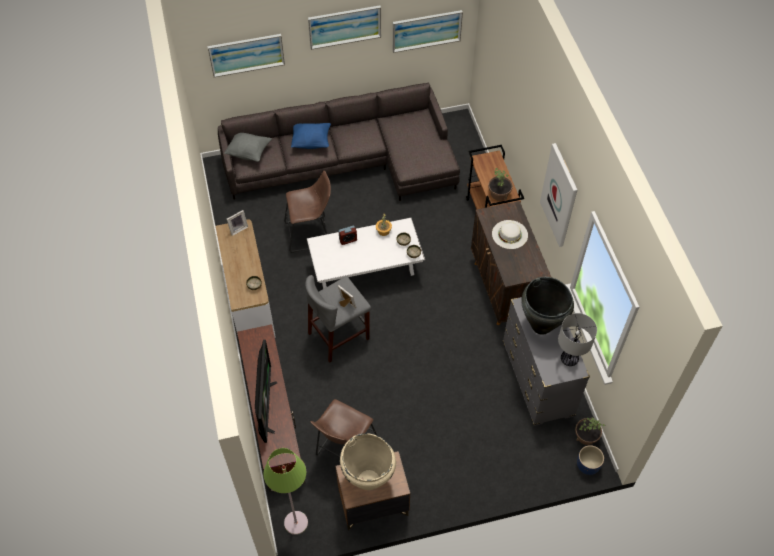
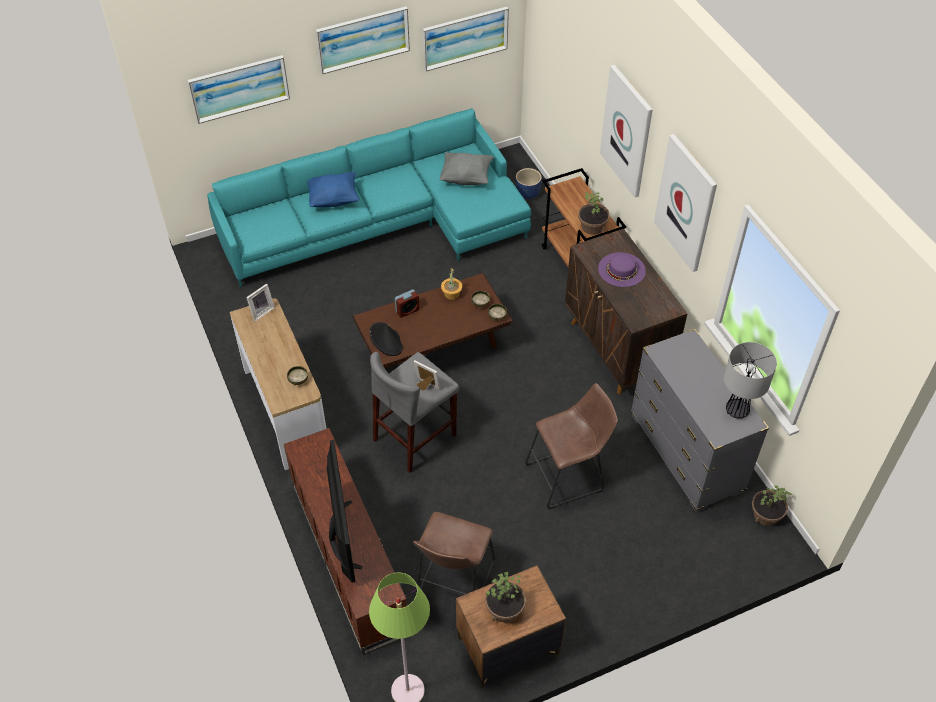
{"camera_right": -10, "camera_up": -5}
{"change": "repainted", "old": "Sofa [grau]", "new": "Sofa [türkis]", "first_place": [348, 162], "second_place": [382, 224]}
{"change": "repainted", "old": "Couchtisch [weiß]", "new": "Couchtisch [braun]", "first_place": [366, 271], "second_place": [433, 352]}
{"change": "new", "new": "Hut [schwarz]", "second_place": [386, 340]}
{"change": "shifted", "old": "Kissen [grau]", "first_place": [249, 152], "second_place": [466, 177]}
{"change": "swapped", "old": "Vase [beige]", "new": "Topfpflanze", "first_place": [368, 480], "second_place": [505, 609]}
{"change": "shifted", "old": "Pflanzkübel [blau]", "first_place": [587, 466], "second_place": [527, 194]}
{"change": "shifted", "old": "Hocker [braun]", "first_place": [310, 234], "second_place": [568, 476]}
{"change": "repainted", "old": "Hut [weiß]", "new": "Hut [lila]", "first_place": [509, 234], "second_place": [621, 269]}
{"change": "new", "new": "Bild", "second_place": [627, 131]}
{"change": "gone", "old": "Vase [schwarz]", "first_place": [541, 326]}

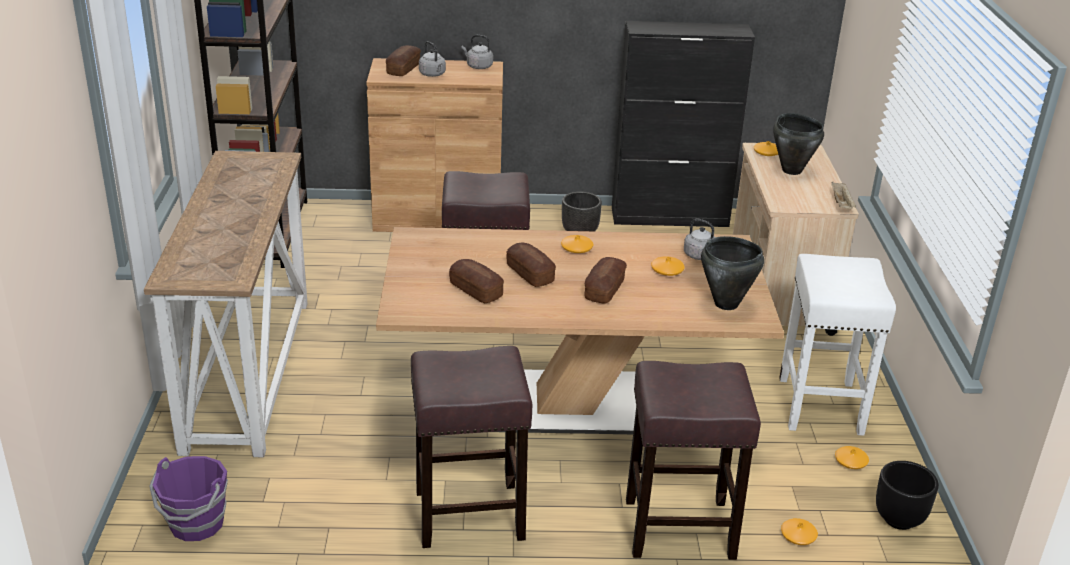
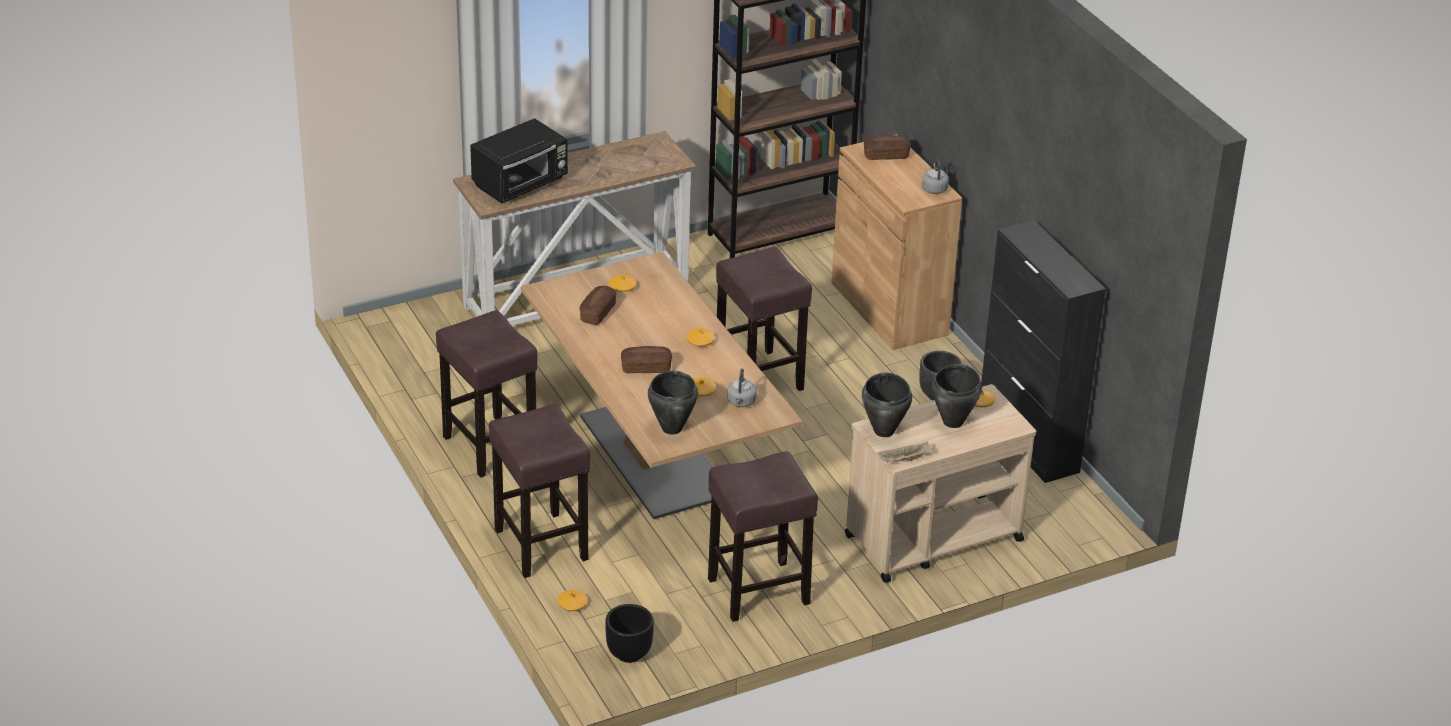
{"camera_right": 65, "camera_up": 5}
{"change": "new", "new": "Mikrowelle [schwarz]", "second_place": [521, 184]}
{"change": "shifted", "old": "Vase [orange]", "first_place": [850, 461], "second_place": [622, 287]}
{"change": "repainted", "old": "Hocker [weiß]", "new": "Hocker [braun]", "first_place": [821, 407], "second_place": [757, 592]}
{"change": "new", "new": "Kochtopf [schwarz]", "second_place": [884, 431]}
{"change": "gone", "old": "Eimer [lila]", "first_place": [196, 524]}
{"change": "gone", "old": "Wasserkessel [grau]", "first_place": [433, 74]}
{"change": "gone", "old": "Brot", "first_place": [530, 274]}

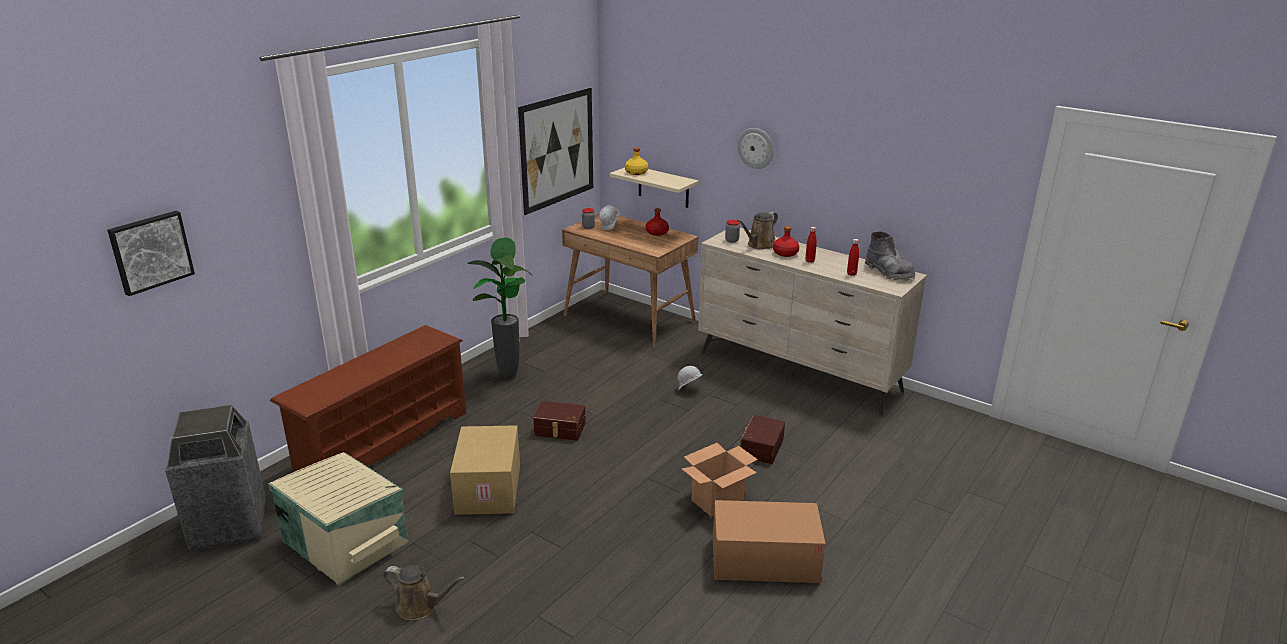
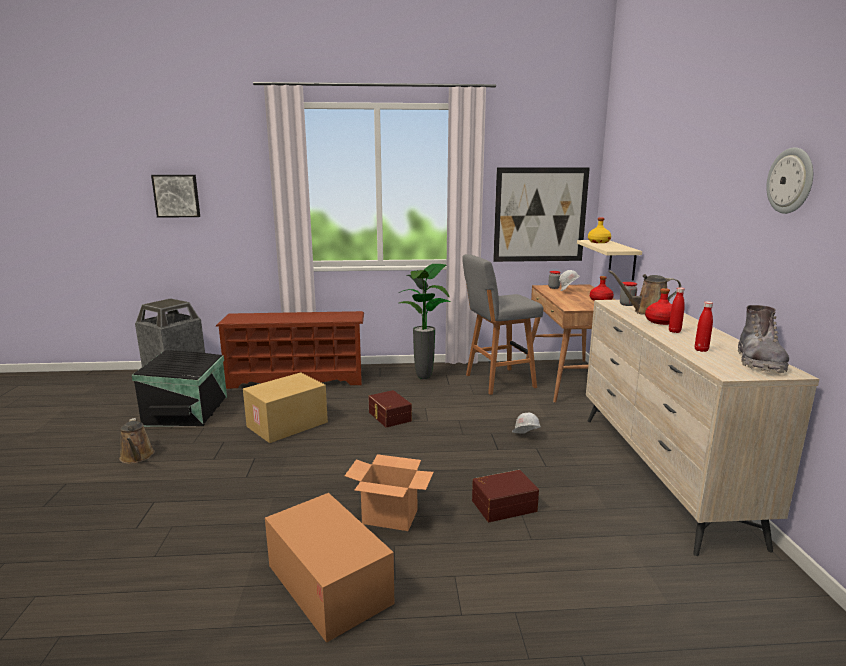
{"camera_right": 50, "camera_up": -10}
{"change": "repainted", "old": "Aufbewahrungsbox [beige]", "new": "Aufbewahrungsbox [schwarz]", "first_place": [346, 540], "second_place": [188, 410]}
{"change": "new", "new": "Hocker [grau]", "second_place": [497, 381]}
{"change": "shifted", "old": "Wanduhr", "first_place": [756, 148], "second_place": [791, 181]}

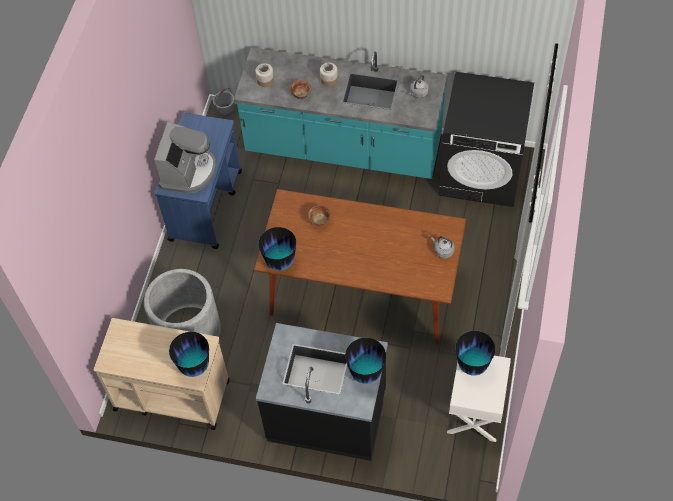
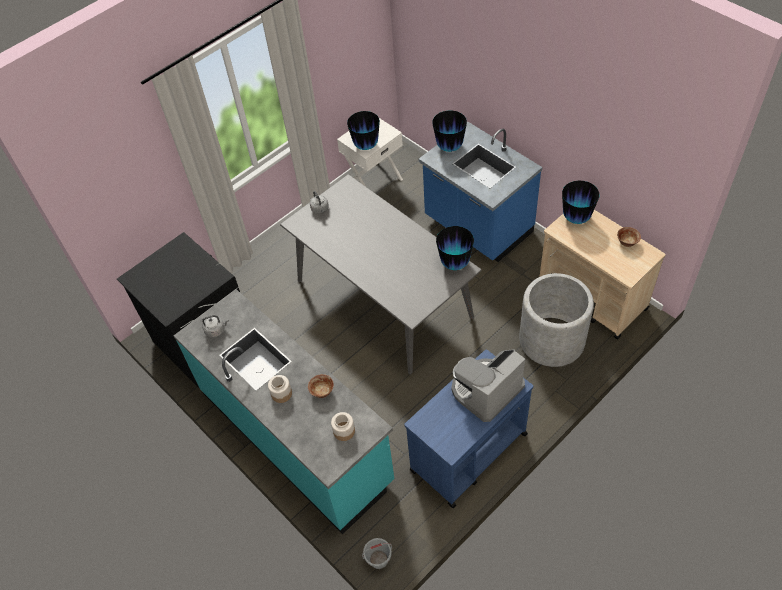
{"camera_right": -145, "camera_up": -5}
{"change": "repainted", "old": "Esstisch [braun]", "new": "Esstisch [grau]", "first_place": [363, 289], "second_place": [383, 298]}
{"change": "repainted", "old": "Küchenzeile [schwarz]", "new": "Küchenzeile [blau]", "first_place": [327, 415], "second_place": [477, 227]}
{"change": "shifted", "old": "Schüssel", "first_place": [319, 221], "second_place": [627, 242]}

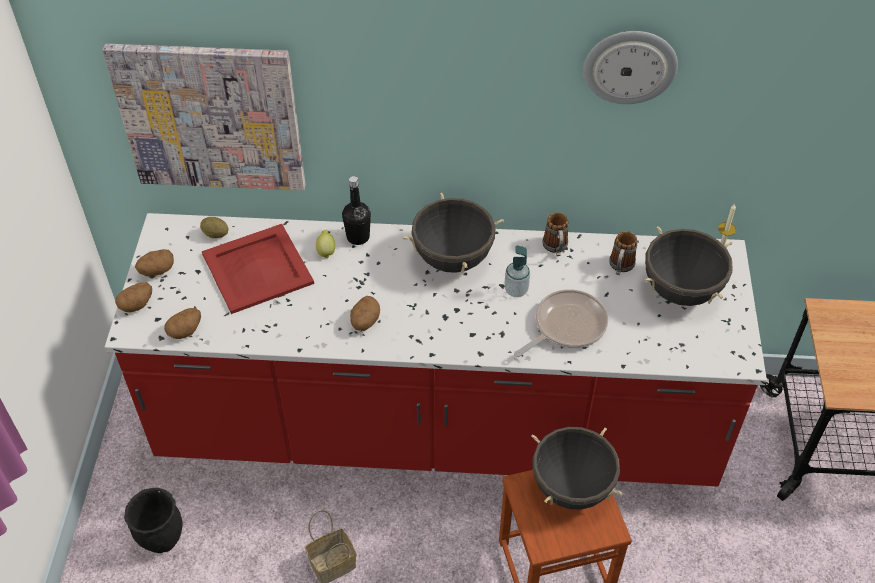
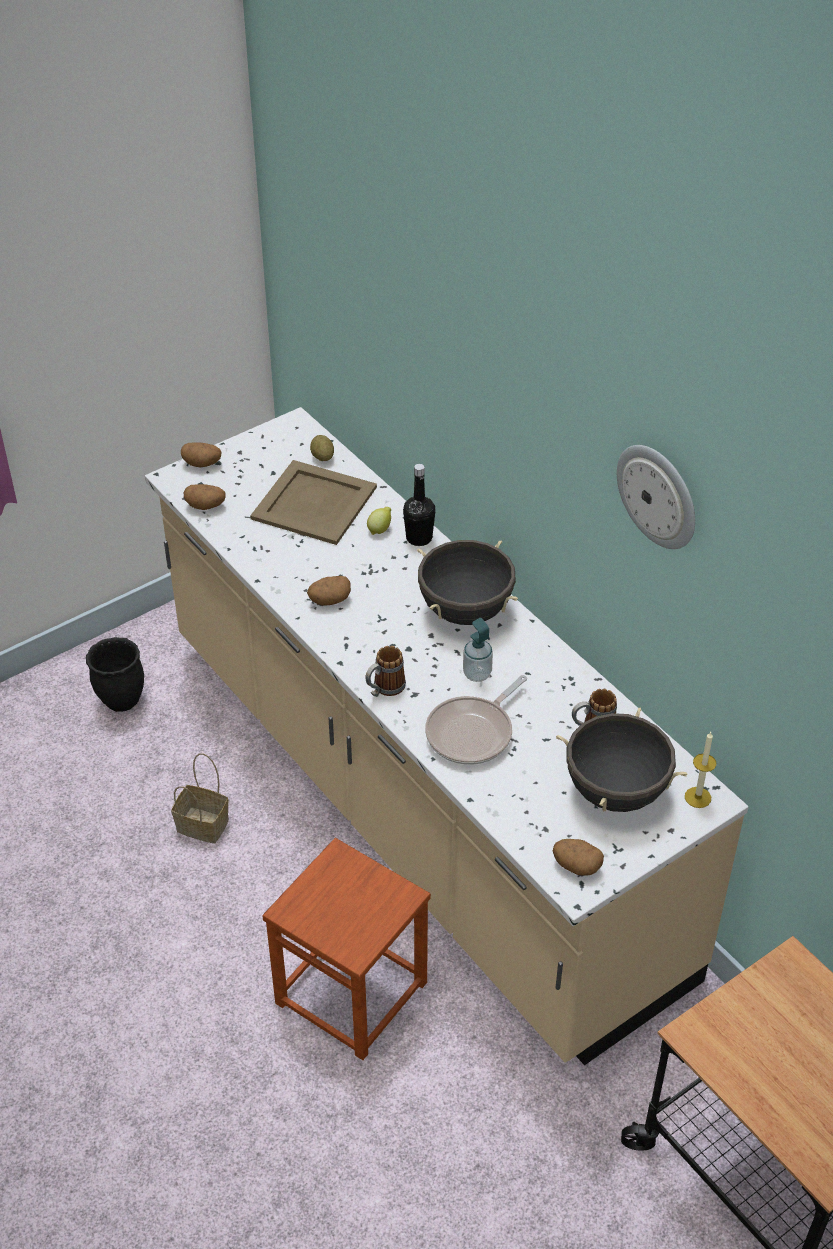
{"camera_right": 50, "camera_up": -5}
{"change": "repainted", "old": "Küchenzeile [rot]", "new": "Küchenzeile [beige]", "first_place": [437, 427], "second_place": [416, 804]}
{"change": "repainted", "old": "Tablett [rot]", "new": "Tablett [beige]", "first_place": [257, 269], "second_place": [313, 503]}
{"change": "shifted", "old": "Henkelbecher", "first_place": [556, 248], "second_place": [384, 689]}
{"change": "rotated", "old": "Pfanne", "first_place": [566, 326], "second_place": [473, 733], "degrees": 120}
{"change": "shifted", "old": "Kartoffel", "first_place": [157, 271], "second_place": [576, 866]}
{"change": "gone", "old": "Bild", "first_place": [211, 117]}
{"change": "gone", "old": "Kochtopf [schwarz]", "first_place": [571, 487]}

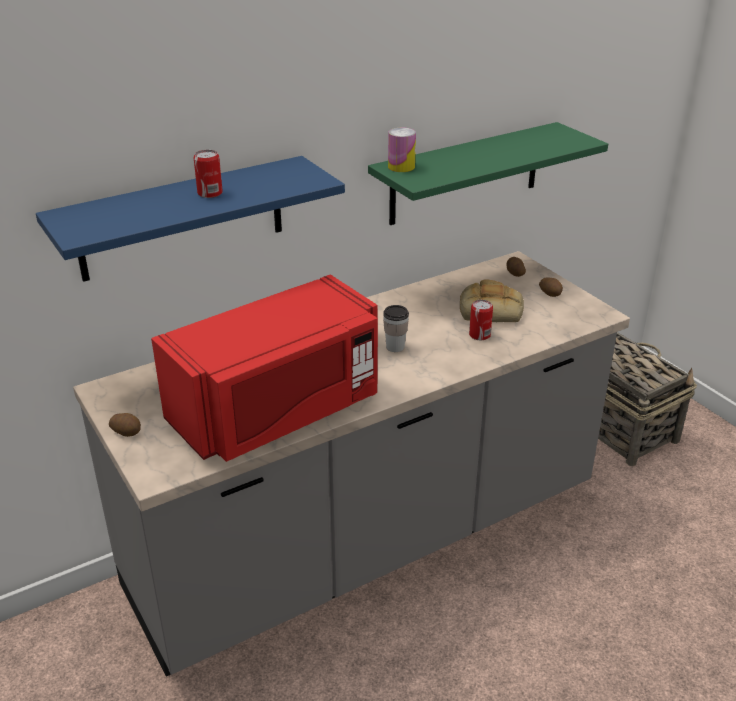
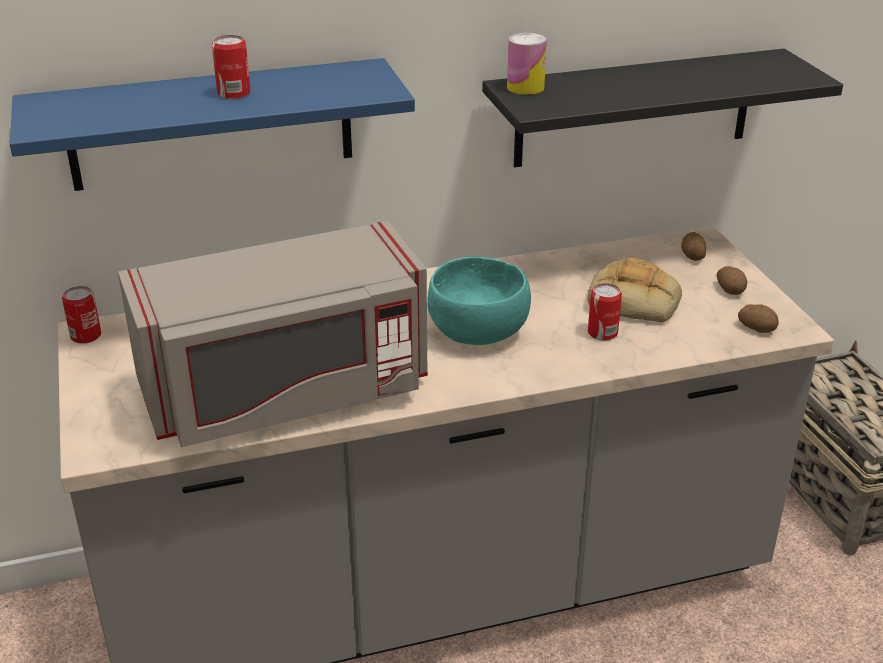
{"camera_right": 15, "camera_up": 0}
{"change": "new", "new": "Dose", "second_place": [86, 336]}
{"change": "repainted", "old": "Mikrowelle [rot]", "new": "Mikrowelle [grau]", "first_place": [278, 410], "second_place": [286, 392]}
{"change": "swapped", "old": "Tasse", "new": "Schüssel [türkis]", "first_place": [395, 347], "second_place": [479, 332]}
{"change": "repainted", "old": "Wandregal [grün]", "new": "Wandregal [schwarz]", "first_place": [465, 174], "second_place": [634, 108]}
{"change": "shifted", "old": "Kartoffel", "first_place": [127, 432], "second_place": [757, 328]}

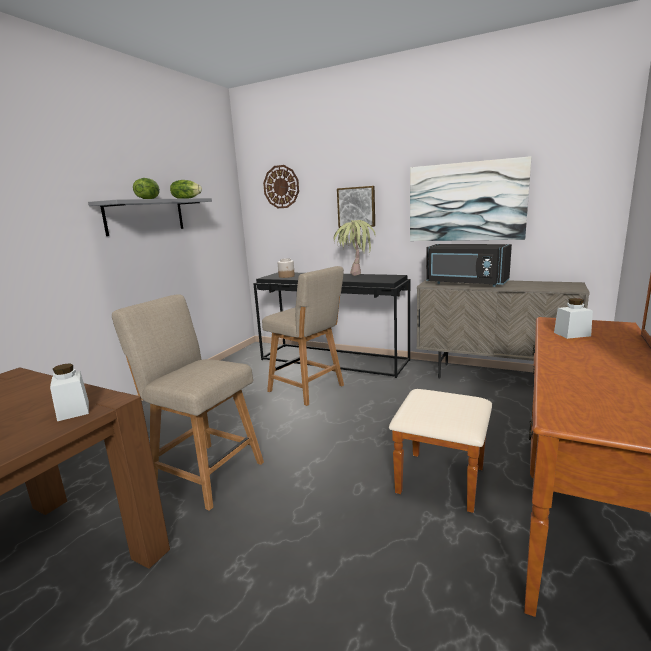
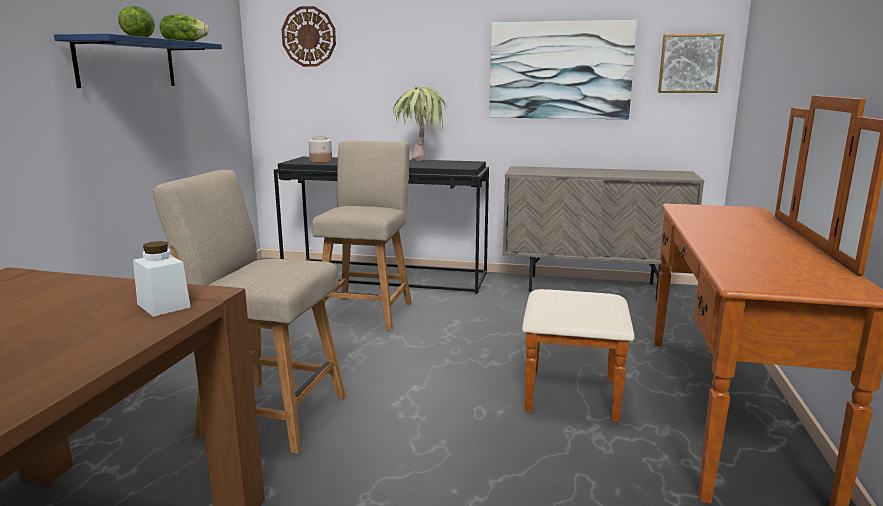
{"camera_right": -15, "camera_up": 0}
{"change": "repainted", "old": "Wandregal [grau]", "new": "Wandregal [blau]", "first_place": [145, 216], "second_place": [127, 63]}
{"change": "rotated", "old": "Stuhl [beige]", "first_place": [308, 389], "second_place": [367, 311], "degrees": -105}
{"change": "shifted", "old": "Bild", "first_place": [356, 207], "second_place": [689, 63]}
{"change": "gone", "old": "Mikrowelle [schwarz]", "first_place": [465, 283]}
{"change": "gone", "old": "Vorratsglas [weiß]", "first_place": [572, 334]}

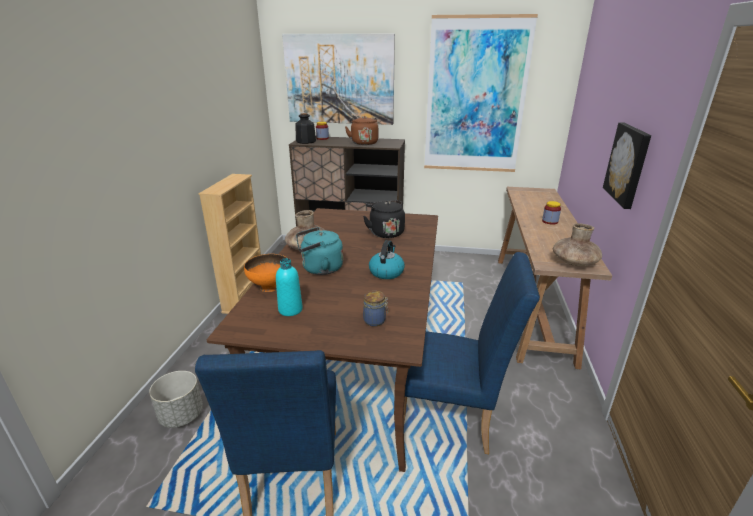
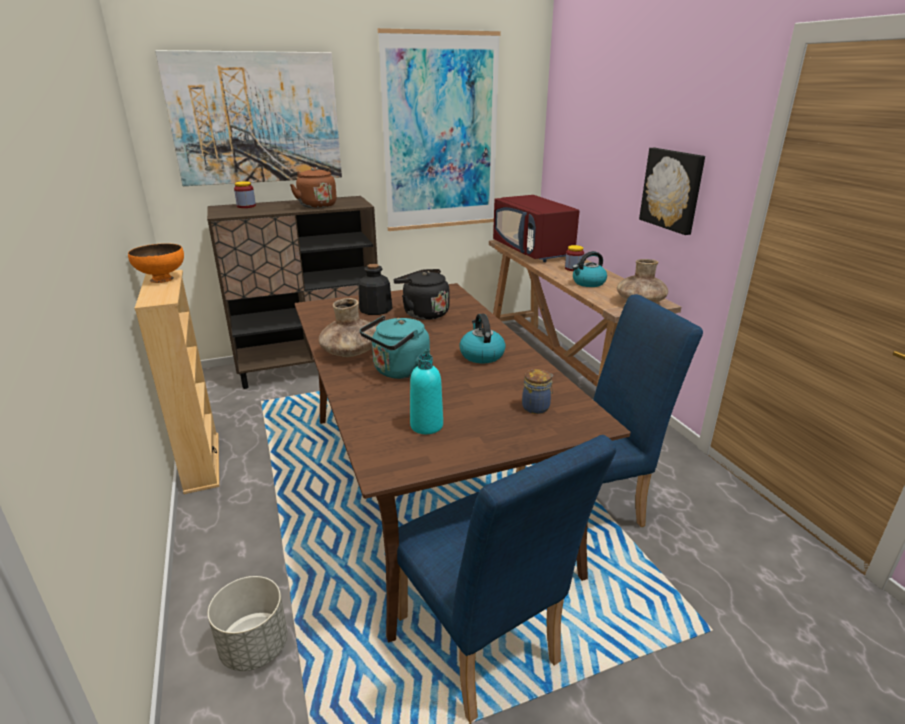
{"camera_right": -30, "camera_up": 0}
{"change": "shifted", "old": "Schüssel [orange]", "first_place": [270, 287], "second_place": [162, 279]}
{"change": "shifted", "old": "Flasche", "first_place": [305, 141], "second_place": [375, 309]}
{"change": "new", "new": "Mikrowelle [rot]", "second_place": [533, 251]}
{"change": "new", "new": "Wasserkessel", "second_place": [588, 283]}

